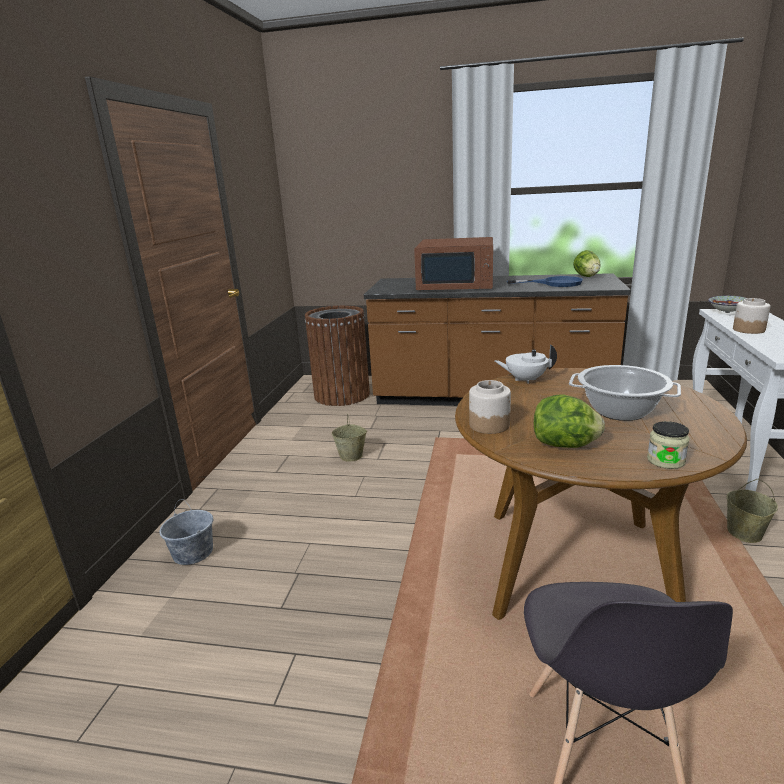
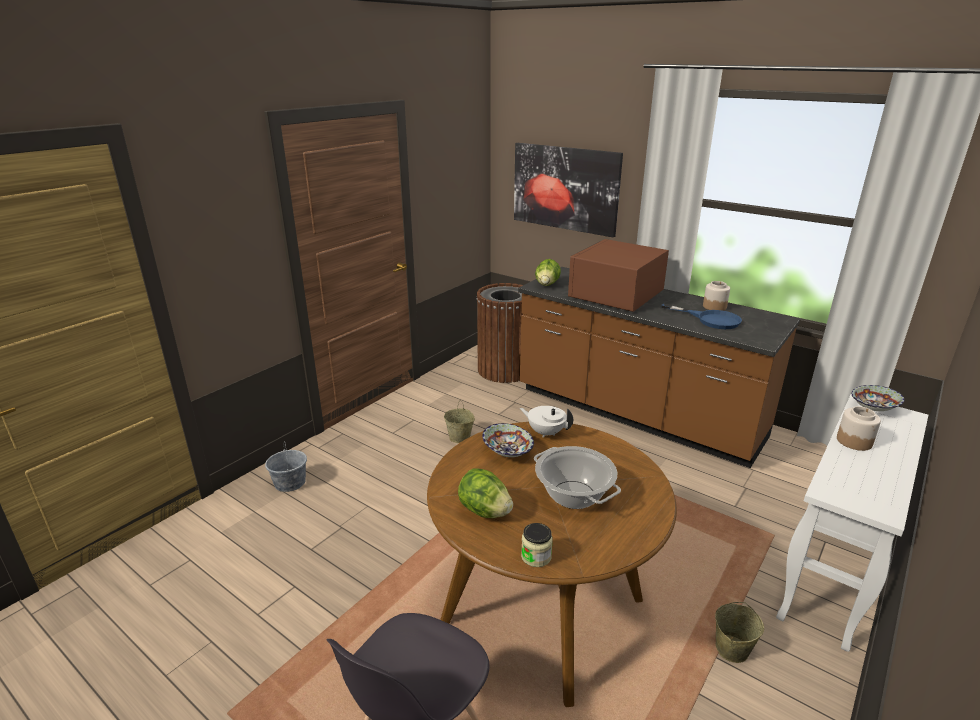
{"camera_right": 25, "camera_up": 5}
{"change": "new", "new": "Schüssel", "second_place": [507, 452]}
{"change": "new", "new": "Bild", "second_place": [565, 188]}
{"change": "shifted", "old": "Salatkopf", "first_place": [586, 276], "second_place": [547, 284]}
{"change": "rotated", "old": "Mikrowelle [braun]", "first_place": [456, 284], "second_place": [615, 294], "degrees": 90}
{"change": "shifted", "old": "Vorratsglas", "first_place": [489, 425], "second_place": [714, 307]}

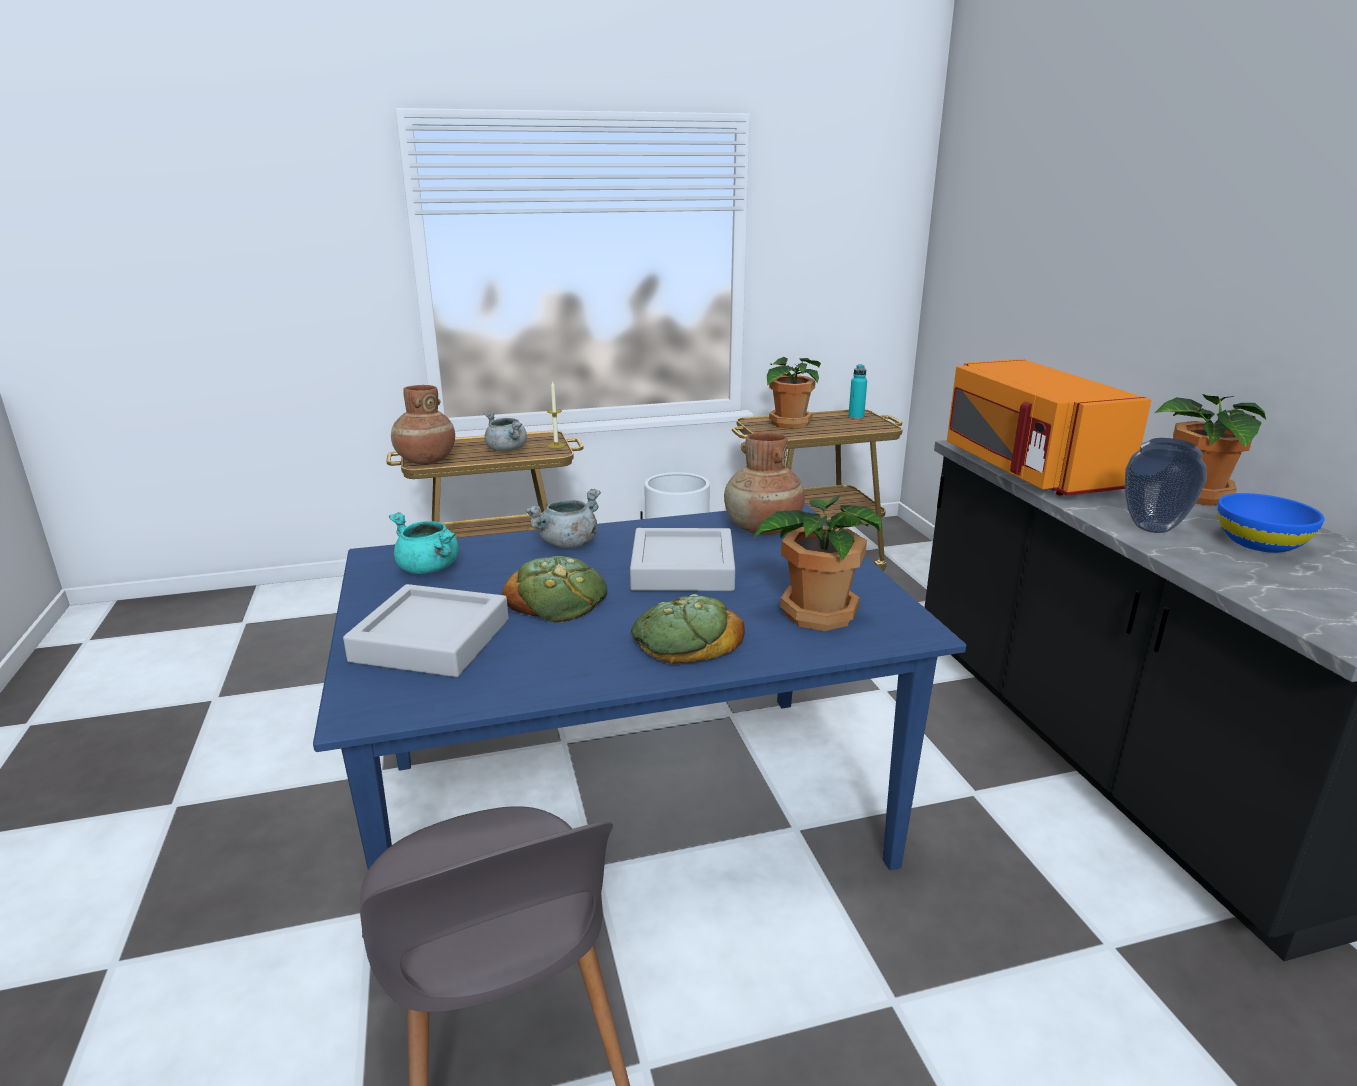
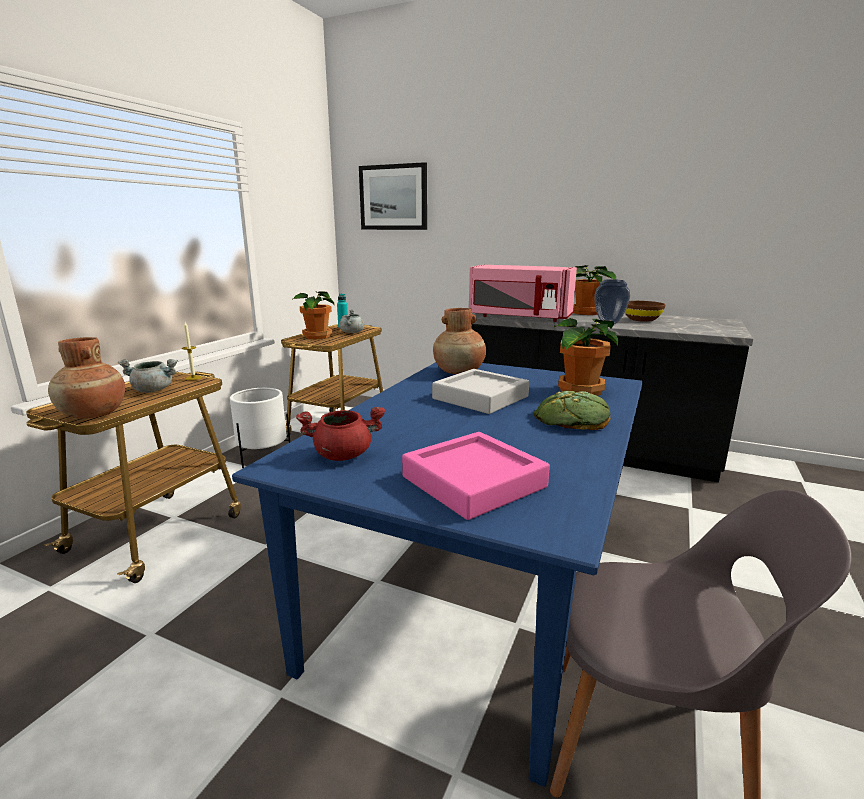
{"camera_right": -50, "camera_up": -5}
{"change": "repainted", "old": "Kochtopf [türkis]", "new": "Kochtopf [rot]", "first_place": [429, 569], "second_place": [343, 455]}
{"change": "shifted", "old": "Kochtopf [grau]", "first_place": [568, 544], "second_place": [352, 332]}
{"change": "new", "new": "Bild", "second_place": [393, 197]}
{"change": "repainted", "old": "Tablett [grau]", "new": "Tablett [rosa]", "first_place": [431, 640], "second_place": [473, 482]}
{"change": "repainted", "old": "Mikrowelle [orange]", "new": "Mikrowelle [rosa]", "first_place": [1026, 469], "second_place": [519, 317]}
{"change": "repainted", "old": "Schüssel [blau]", "new": "Schüssel [braun]", "first_place": [1260, 543], "second_place": [641, 319]}
{"change": "gone", "old": "Brot", "first_place": [557, 597]}

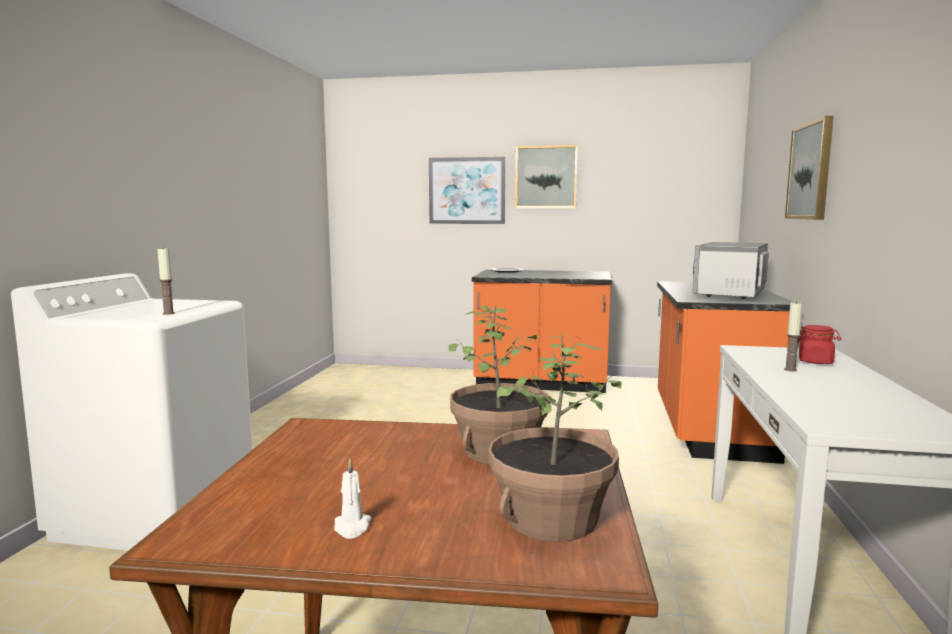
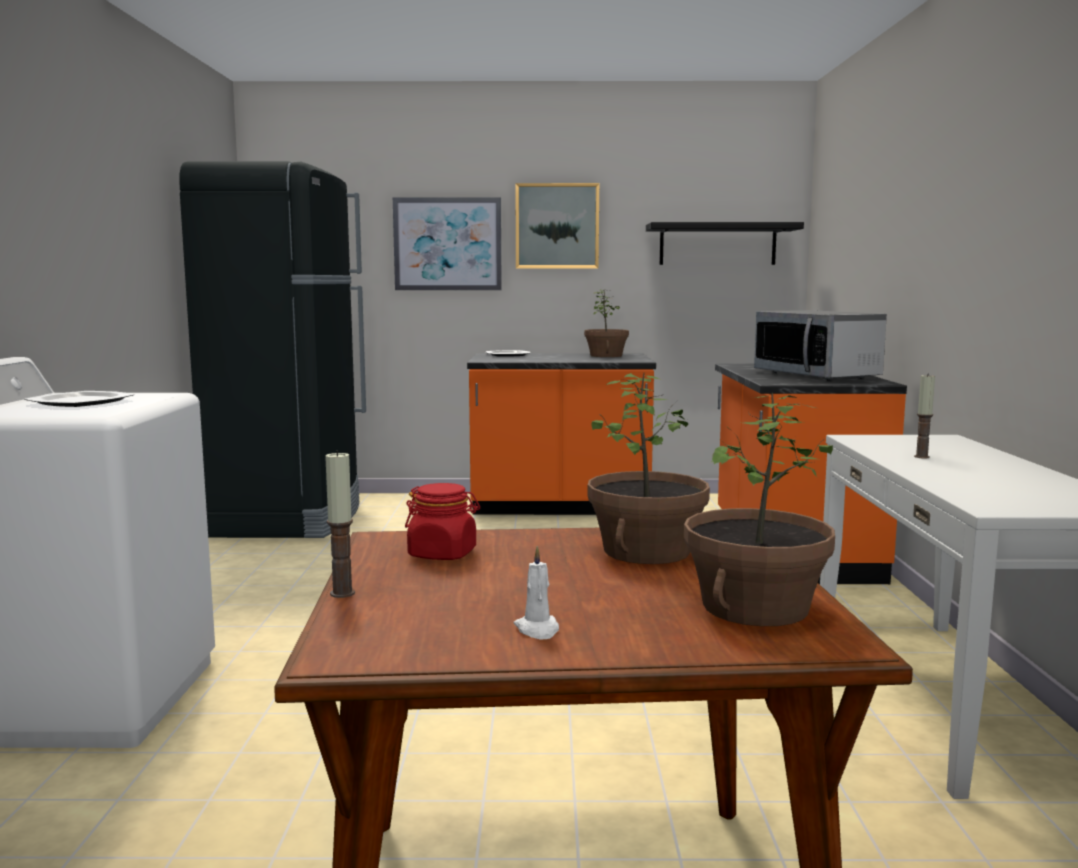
{"camera_right": -10, "camera_up": 0}
{"change": "new", "new": "Teller", "second_place": [80, 402]}
{"change": "new", "new": "Kühlschrank [schwarz]", "second_place": [290, 517]}
{"change": "shifted", "old": "Kerze", "first_place": [168, 313], "second_place": [342, 593]}
{"change": "shifted", "old": "Vorratsglas [rot]", "first_place": [815, 361], "second_place": [443, 554]}
{"change": "new", "new": "Topfpflanze", "second_place": [606, 356]}
{"change": "new", "new": "Wandregal [schwarz]", "second_place": [717, 244]}
{"change": "rotated", "old": "Mikrowelle", "first_place": [730, 294], "second_place": [816, 375], "degrees": -45}
{"change": "gone", "old": "Bild", "first_place": [811, 171]}

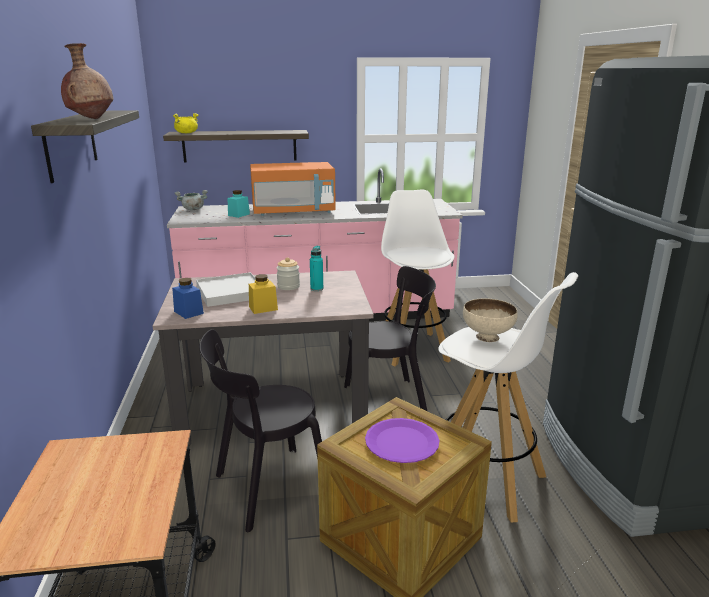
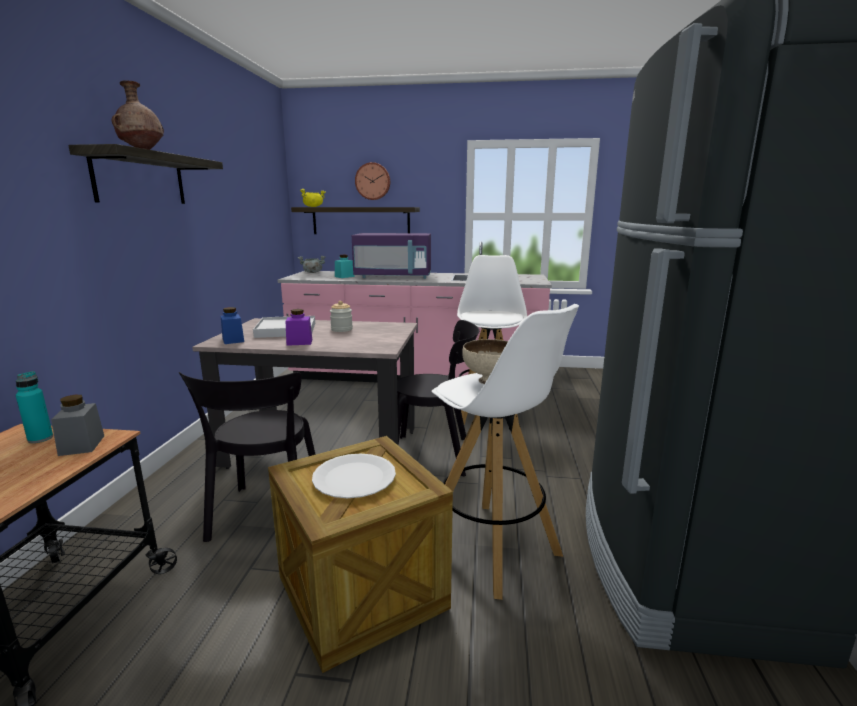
{"camera_right": 15, "camera_up": -5}
{"change": "shifted", "old": "Flasche [türkis]", "first_place": [316, 289], "second_place": [40, 438]}
{"change": "new", "new": "Vorratsglas [grau]", "second_place": [82, 445]}
{"change": "rotated", "old": "Stuhl [schwarz]", "first_place": [266, 488], "second_place": [266, 517], "degrees": -75}
{"change": "repainted", "old": "Vorratsglas [gelb]", "new": "Vorratsglas [lila]", "first_place": [263, 308], "second_place": [299, 342]}
{"change": "repainted", "old": "Teller [lila]", "new": "Teller [weiß]", "first_place": [402, 442], "second_place": [354, 478]}
{"change": "repainted", "old": "Mikrowelle [orange]", "new": "Mikrowelle [lila]", "first_place": [293, 212], "second_place": [393, 277]}
{"change": "new", "new": "Wanduhr", "second_place": [373, 181]}

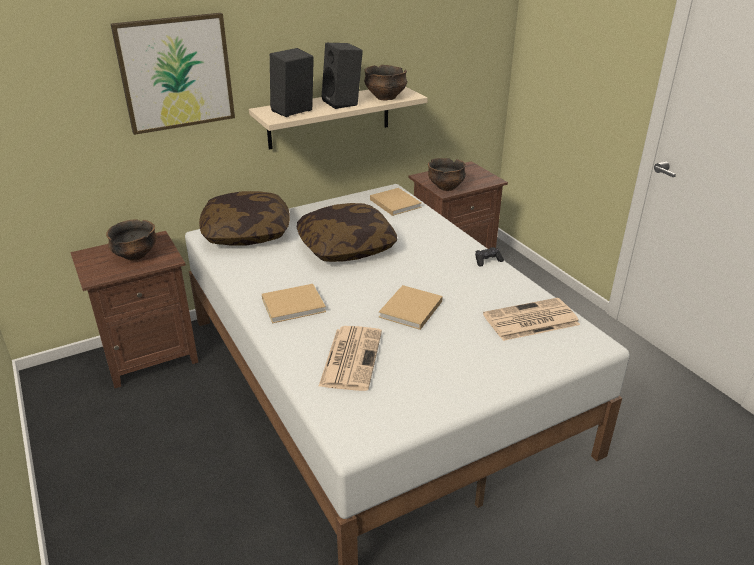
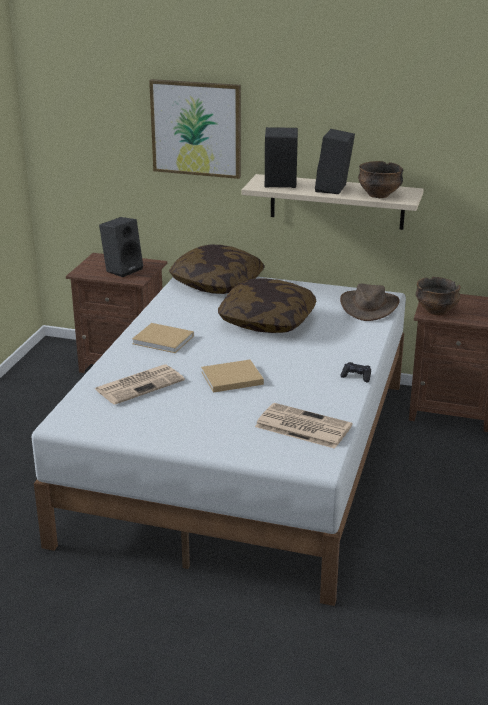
{"camera_right": 45, "camera_up": -5}
{"change": "swapped", "old": "Schüssel", "new": "Lautsprecher [schwarz]", "first_place": [135, 256], "second_place": [123, 269]}
{"change": "swapped", "old": "Buch [beige]", "new": "Hut [braun]", "first_place": [394, 203], "second_place": [369, 306]}

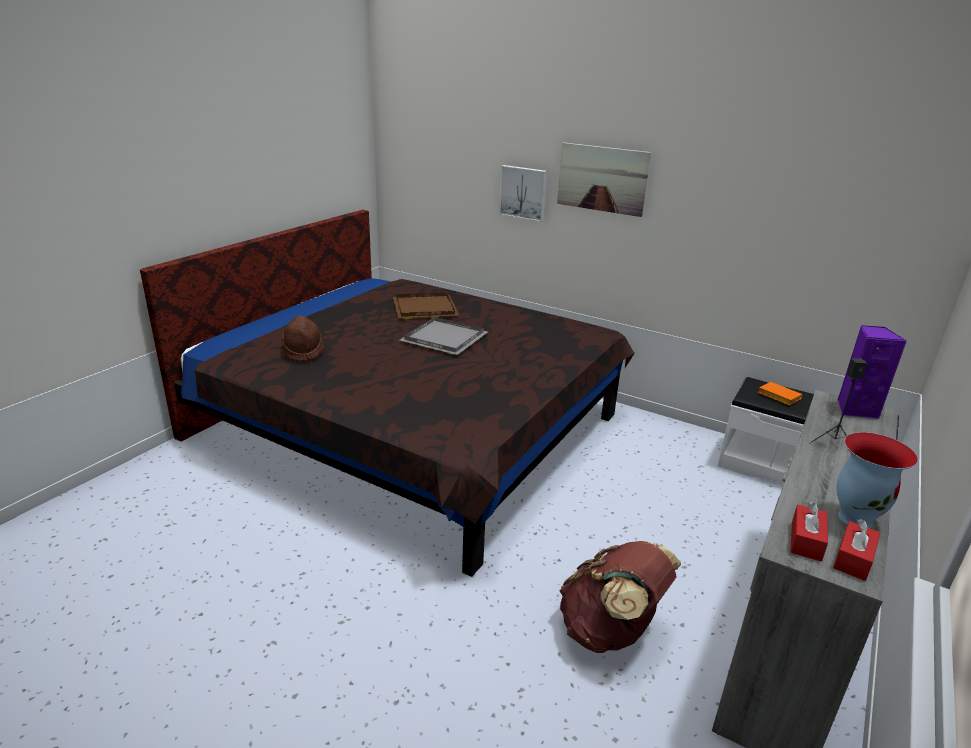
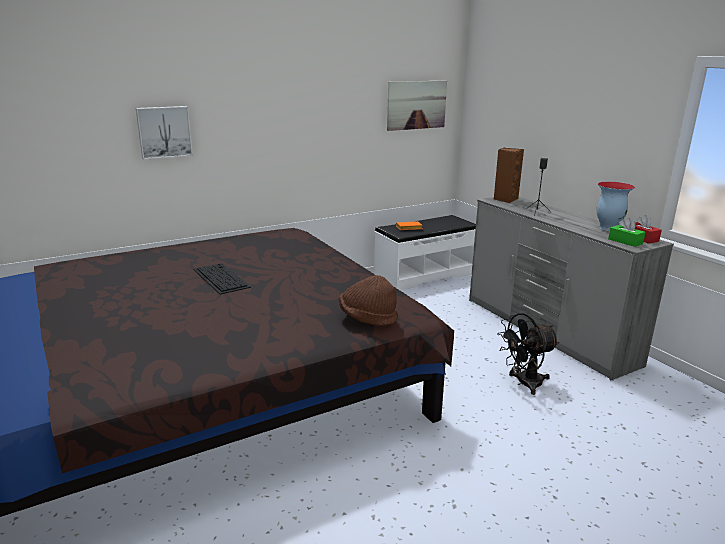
{"camera_right": -60, "camera_up": -5}
{"change": "swapped", "old": "Tablett [grau]", "new": "Tastatur", "first_place": [444, 338], "second_place": [220, 278]}
{"change": "shifted", "old": "Hut [braun]", "first_place": [303, 352], "second_place": [367, 318]}
{"change": "shifted", "old": "Bild", "first_place": [602, 179], "second_place": [416, 105]}
{"change": "repainted", "old": "Lautsprecher [lila]", "new": "Lautsprecher [braun]", "first_place": [855, 409], "second_place": [505, 199]}
{"change": "swapped", "old": "Rucksack [braun]", "new": "Ventilator [schwarz]", "first_place": [610, 631], "second_place": [524, 383]}
{"change": "repainted", "old": "Taschentuchbox [rot]", "new": "Taschentuchbox [grün]", "first_place": [806, 541], "second_place": [625, 241]}
{"change": "gone", "old": "Tablett [braun]", "first_place": [426, 308]}

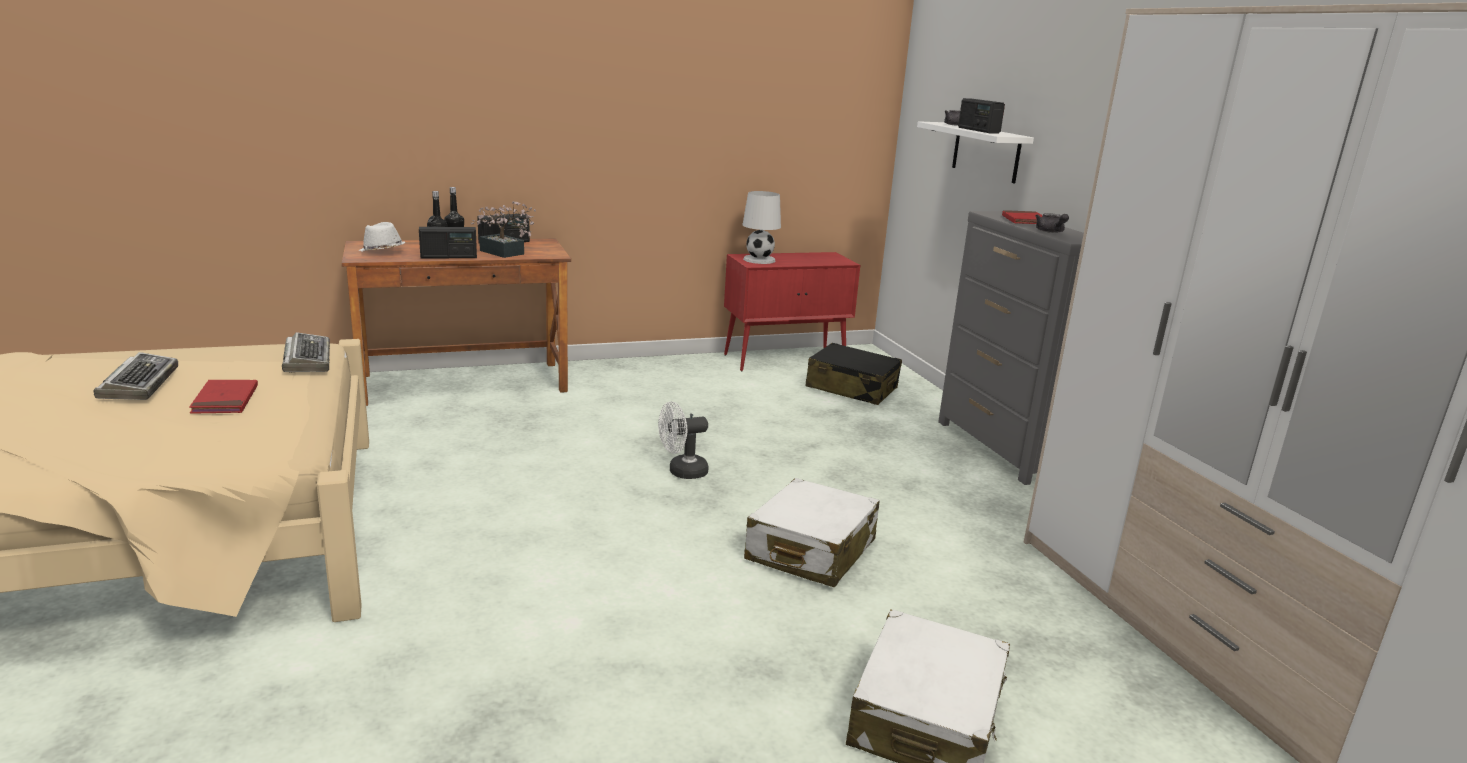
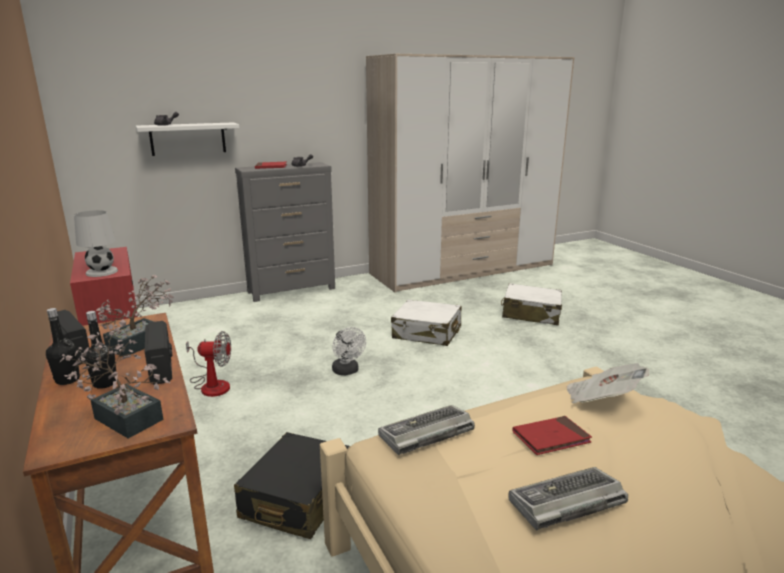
{"camera_right": -95, "camera_up": 0}
{"change": "swapped", "old": "Hut [weiß]", "new": "Topfpflanze", "first_place": [382, 251], "second_place": [125, 416]}
{"change": "new", "new": "Ventilator", "second_place": [211, 384]}
{"change": "shifted", "old": "Koffer [schwarz]", "first_place": [851, 388], "second_place": [298, 498]}
{"change": "new", "new": "Zeitung", "second_place": [601, 400]}
{"change": "gone", "old": "Radio", "first_place": [978, 130]}

